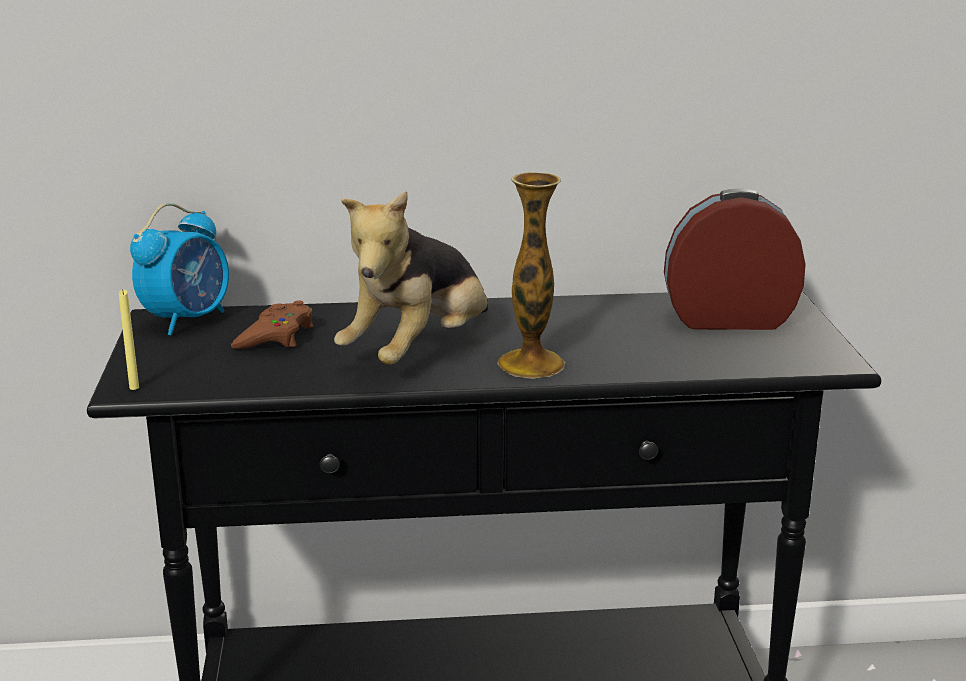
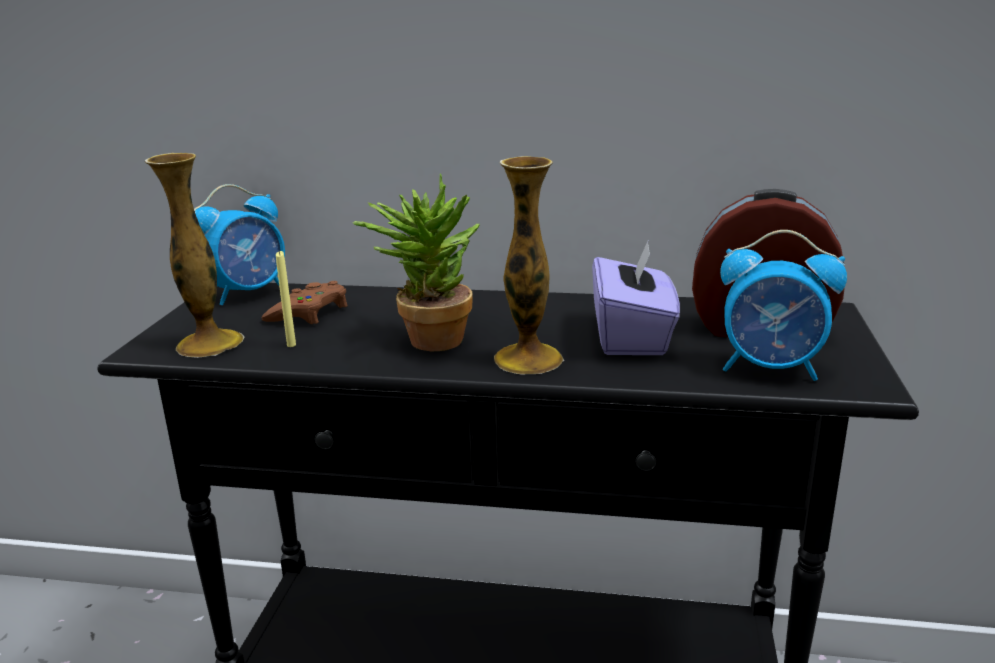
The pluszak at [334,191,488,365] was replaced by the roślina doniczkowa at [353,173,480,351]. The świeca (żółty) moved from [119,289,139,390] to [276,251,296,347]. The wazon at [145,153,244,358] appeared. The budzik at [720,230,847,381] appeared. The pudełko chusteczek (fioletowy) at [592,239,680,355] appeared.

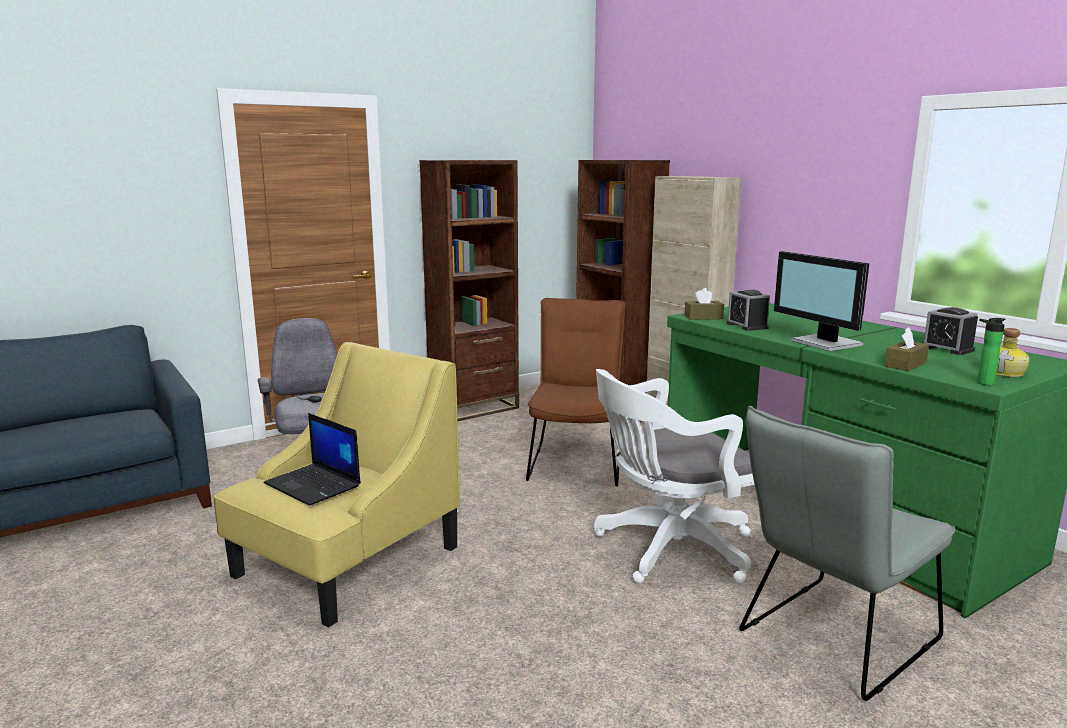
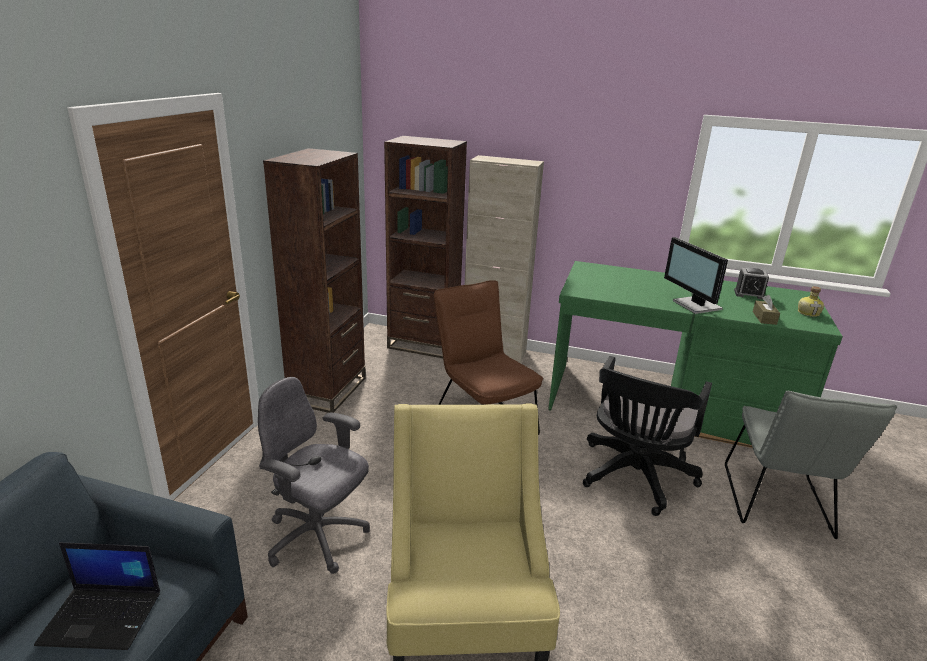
The monitor at [774,251,869,351] turned 45 degrees clockwise. The pudełko chusteczek (brązowy) at [684,288,724,320] disappeared. The budzik at [727,290,770,331] disappeared. The butelka at [977,318,1005,385] disappeared. The krzesło biurowe (biały) at [594,369,755,584] became the krzesło biurowe (czarny) at [583,356,712,516]. The laptop moved from [264,413,361,506] to [34,542,160,650].

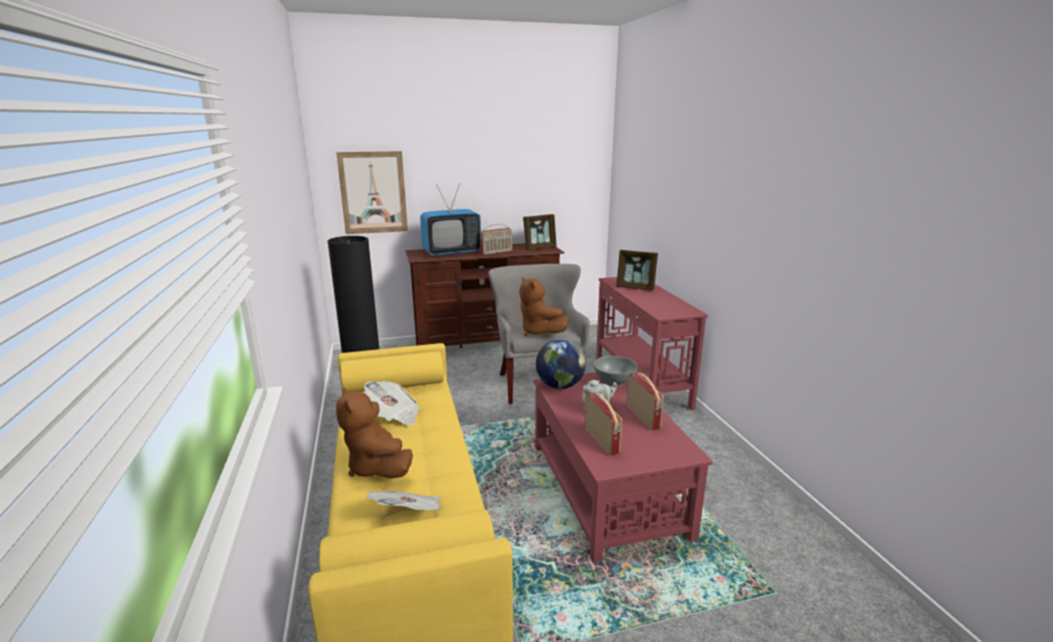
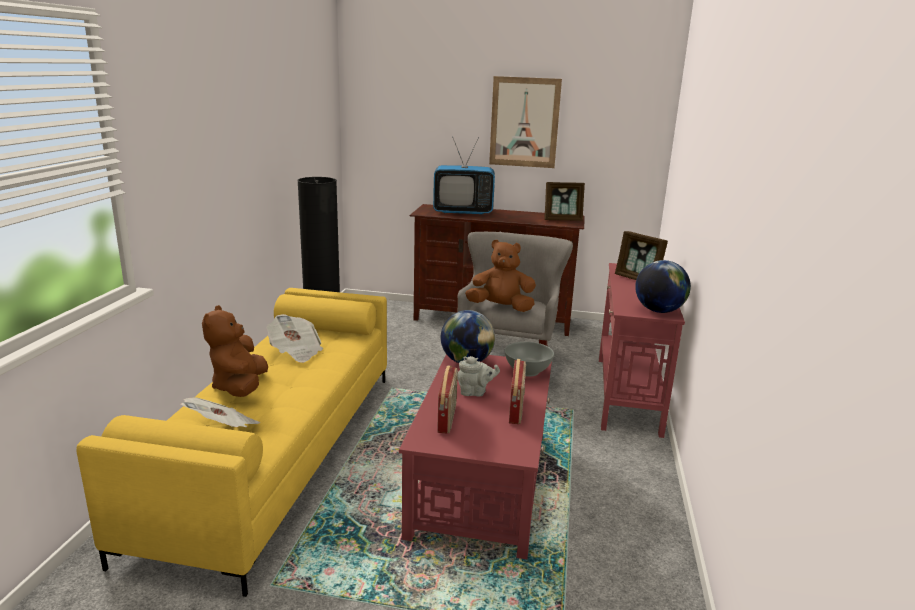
The obraz moved from [336,151,408,234] to [489,76,562,168]. The radio at [480,224,512,255] disappeared. The pluszak (brązowy) at [519,277,568,336] turned 105 degrees clockwise. The globus at [635,260,691,313] appeared.

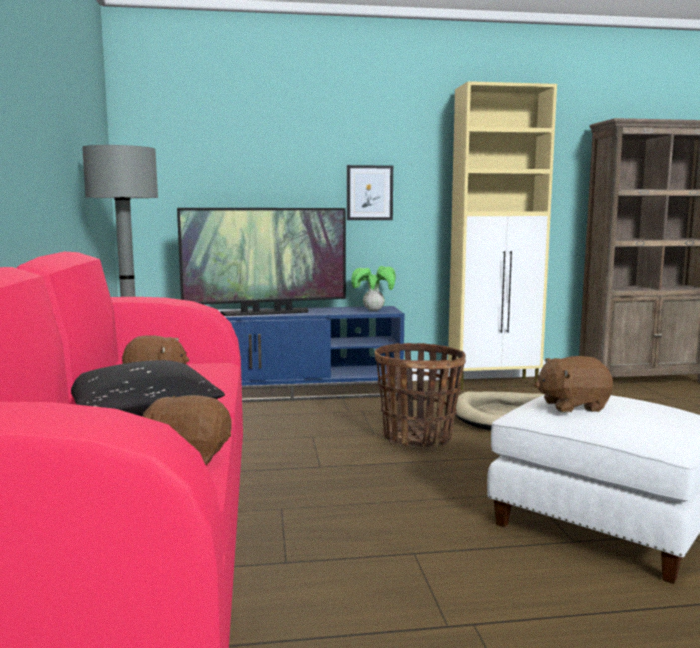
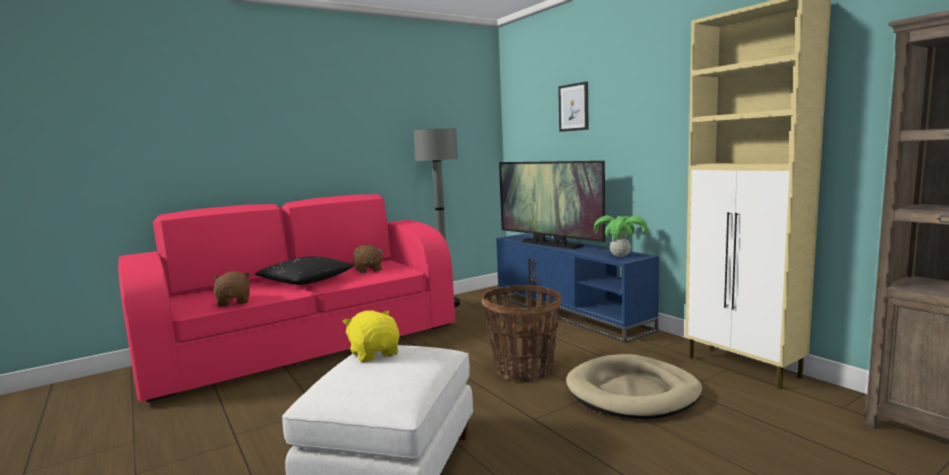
The obraz moved from [347,165,393,220] to [558,81,589,132]. The pluszak (brązowy) at [535,356,613,412] became the pluszak (żółty) at [342,310,400,362].

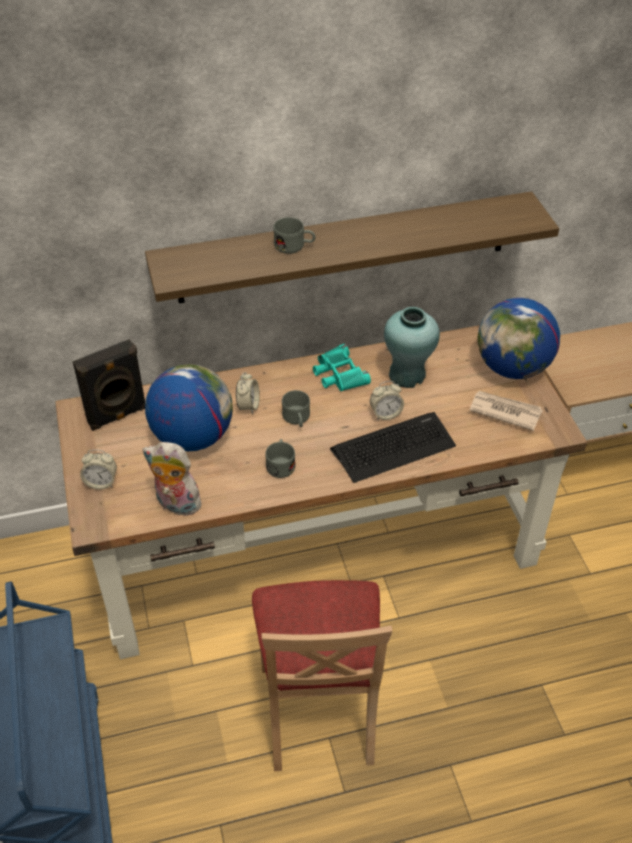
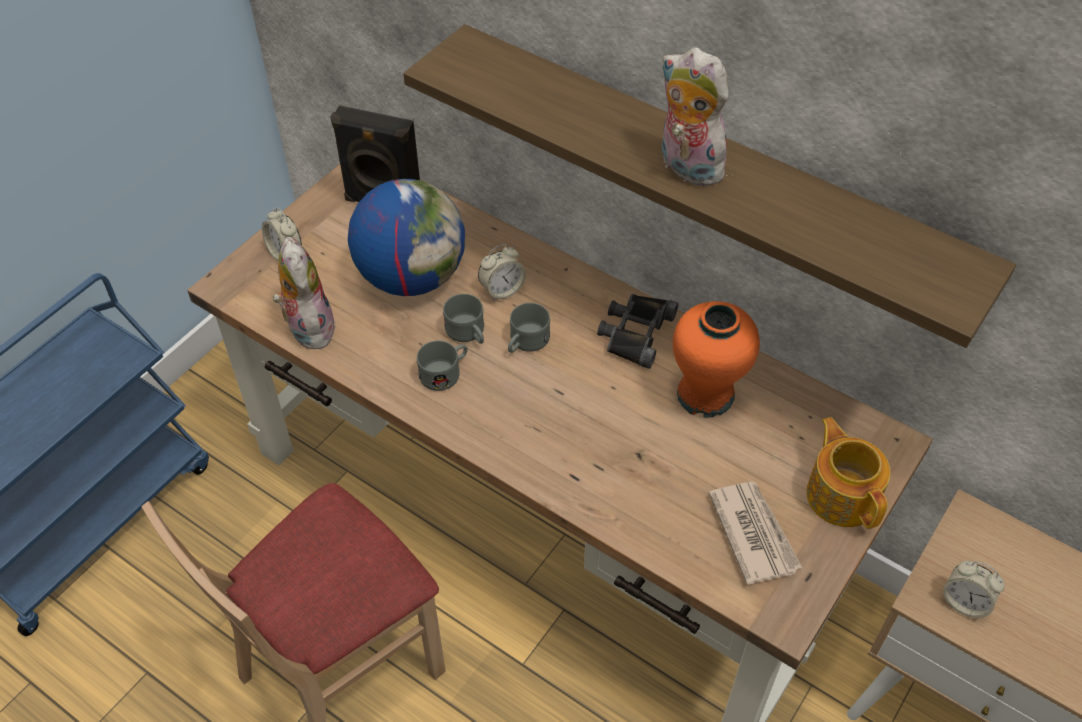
The kubek (szary) moved from [274,217,316,254] to [443,294,484,344]. The globus at [477,298,560,379] was replaced by the imbryk at [806,417,890,529]. The wazon (turkusowy) at [384,307,440,388] became the wazon (pomarańczowy) at [673,301,760,418]. The lornetka (turkusowy) at [313,344,371,391] became the lornetka (czarny) at [597,294,678,369]. The budzik moved from [370,381,404,420] to [943,561,1005,619]. The klawiatura at [330,412,456,483] disappeared. The pluszak at [662,47,730,186] appeared.

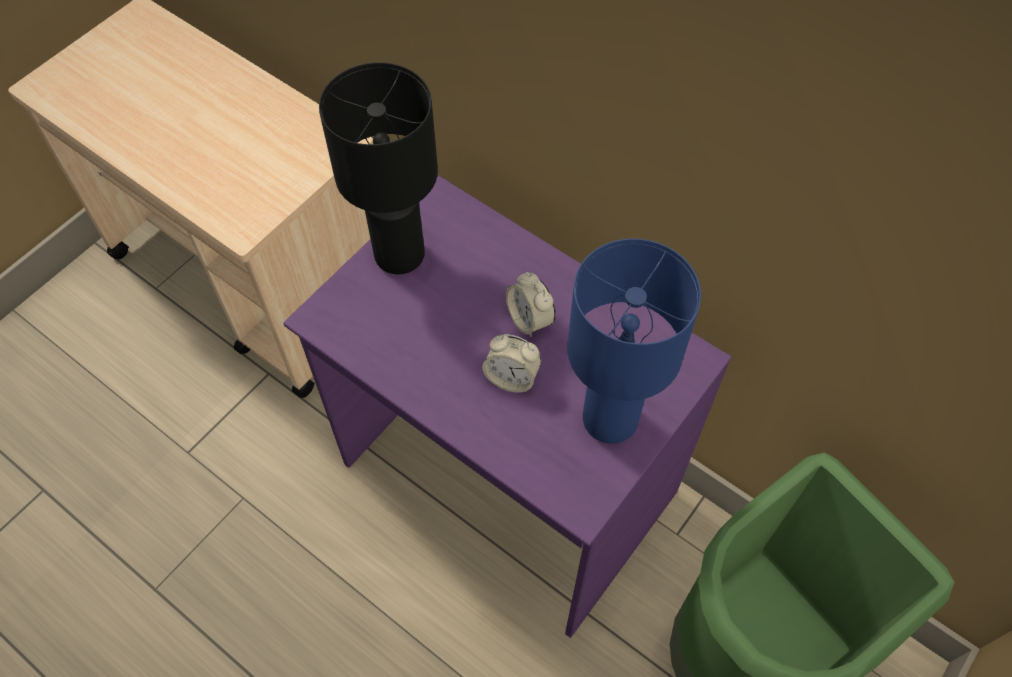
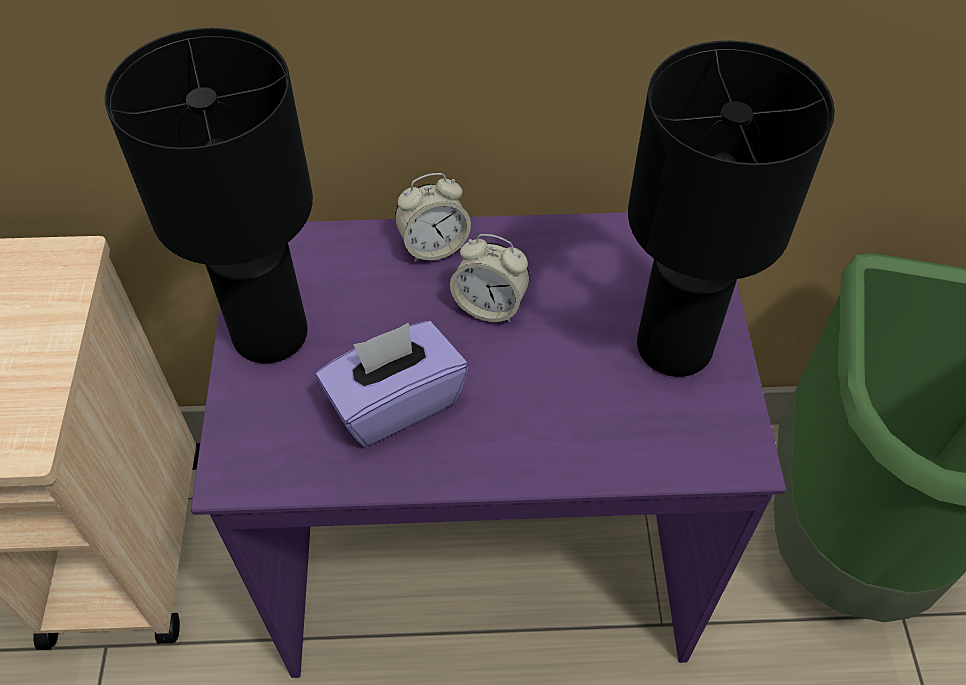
The lampa stołowa (niebieski) at [567,239,701,444] became the lampa stołowa (czarny) at [628,41,835,377]. The budzik moved from [482,334,541,393] to [395,173,471,262]. The pudełko chusteczek (fioletowy) at [316,321,468,447] appeared.

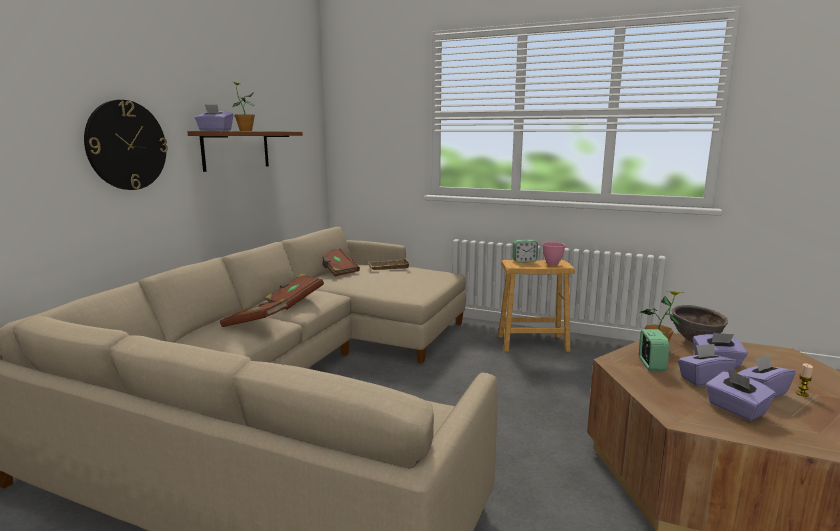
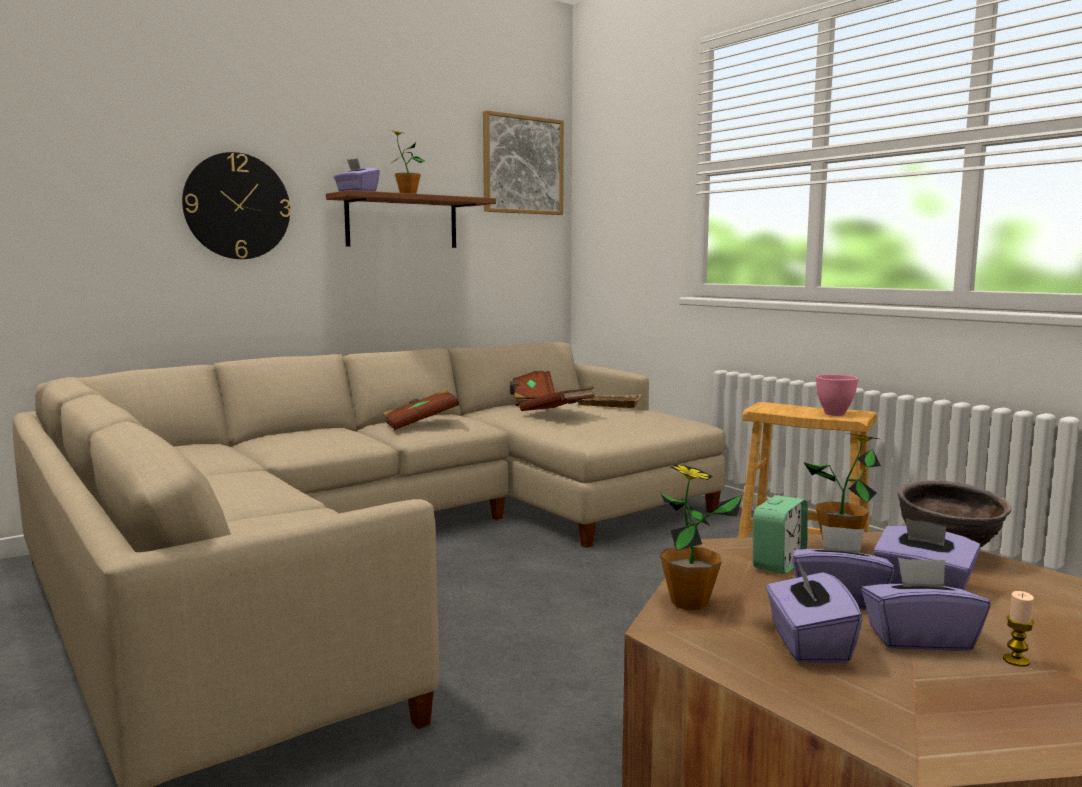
The budzik at [512,240,538,263] disappeared. The książka (brązowy) moved from [220,299,289,327] to [520,386,595,411]. The obraz at [483,110,564,215] appeared. The roślina doniczkowa at [660,464,742,610] appeared.

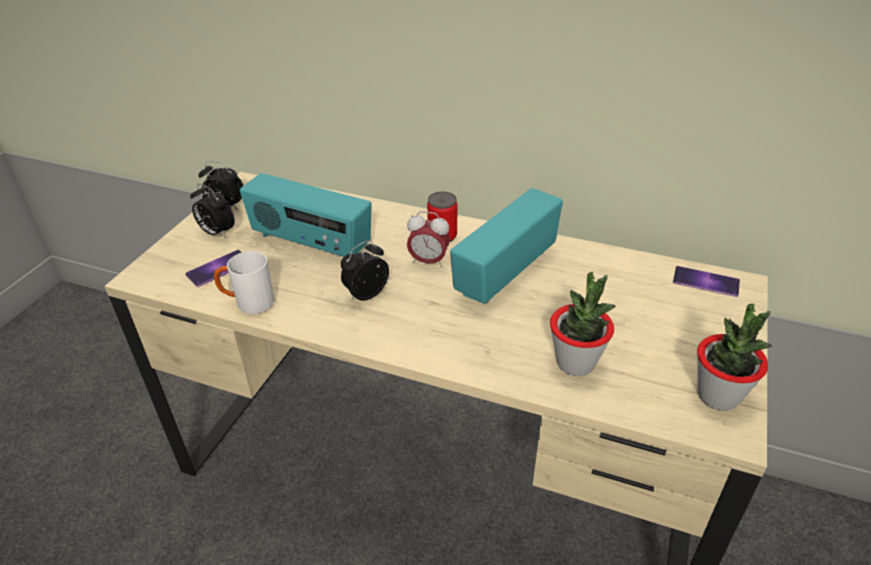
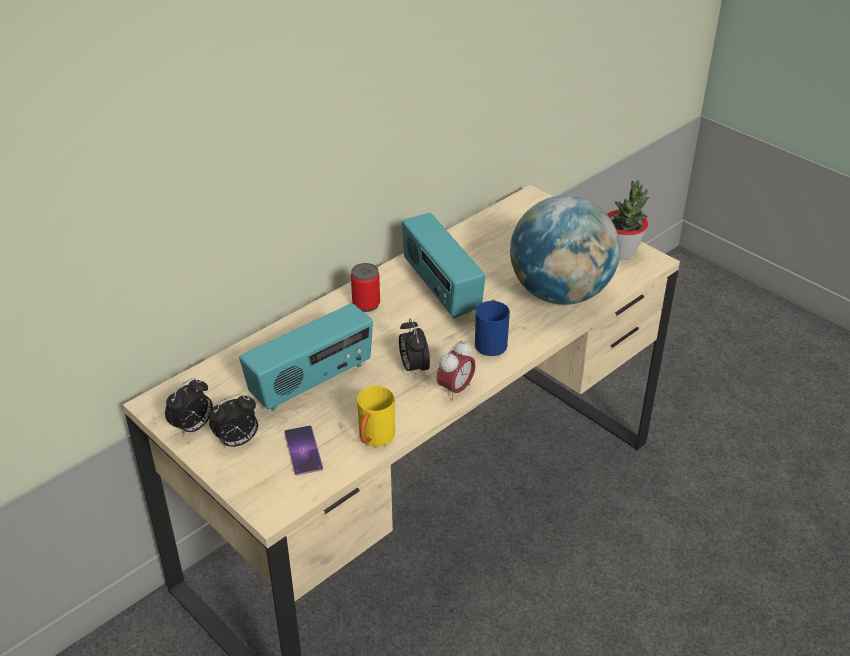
The budzik moved from [407,211,450,268] to [436,340,476,400]. The kubek (biały) at [214,251,275,314] became the kubek (żółty) at [357,386,395,447]. The telefon at [673,266,740,297] disappeared. The roślina doniczkowa at [550,272,616,376] was replaced by the globus at [510,195,620,305]. The kubek (niebieski) at [475,299,510,356] appeared.

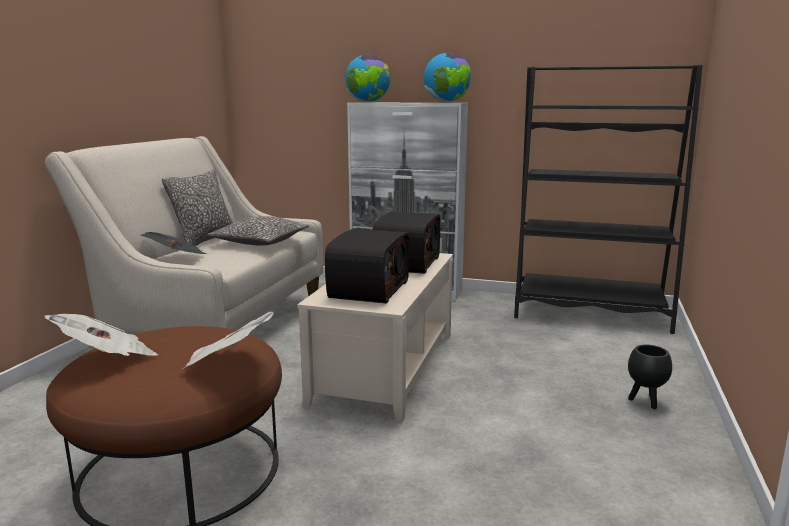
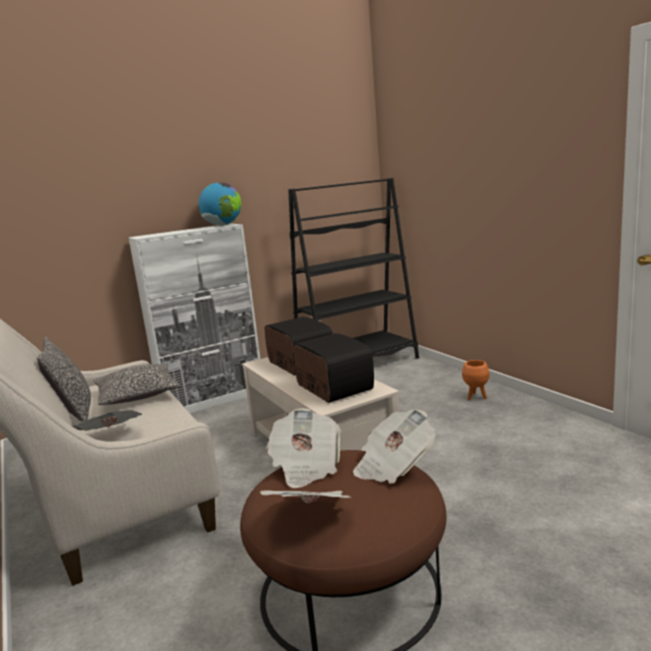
The globus at [345,54,391,102] disappeared. The donica (czarny) at [628,345,672,409] became the donica (pomarańczowy) at [462,360,490,400]. The gazeta at [266,408,341,488] appeared.

